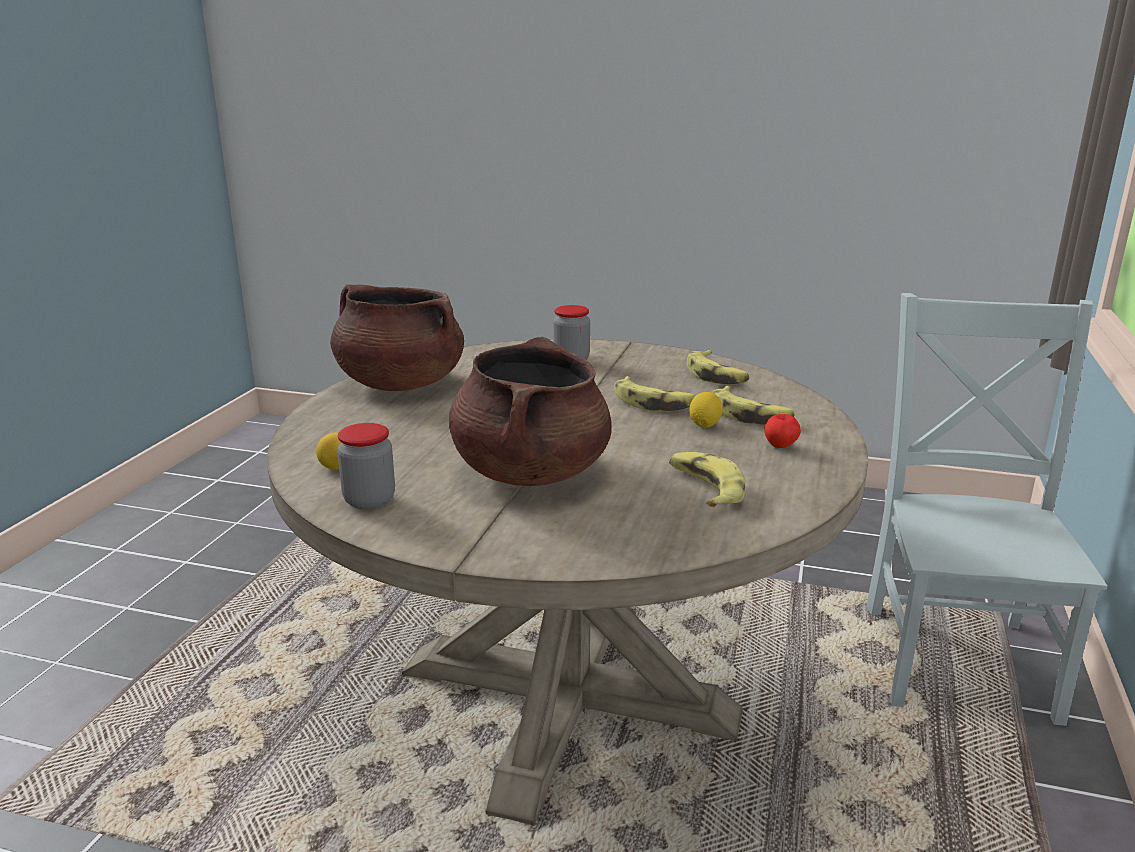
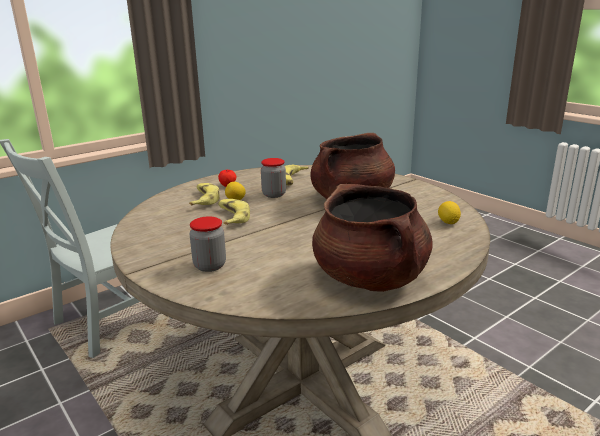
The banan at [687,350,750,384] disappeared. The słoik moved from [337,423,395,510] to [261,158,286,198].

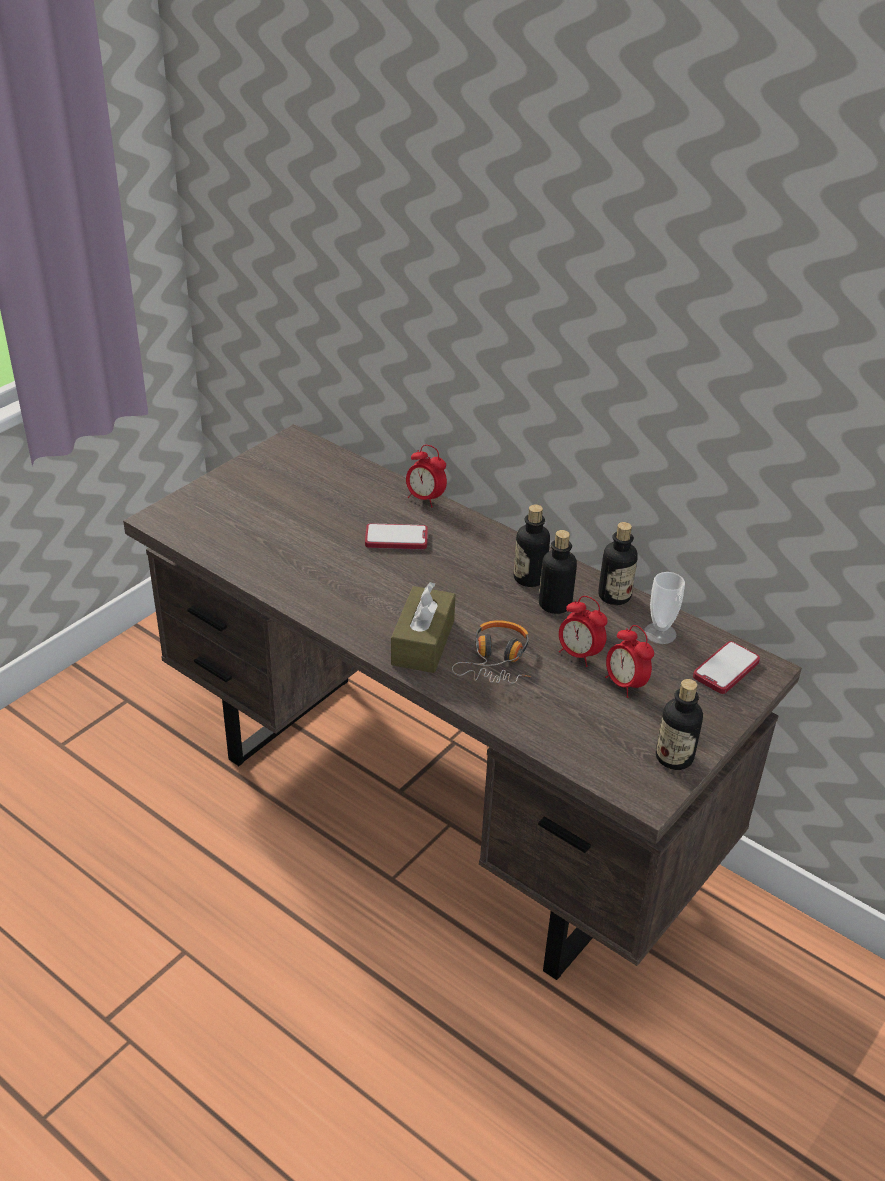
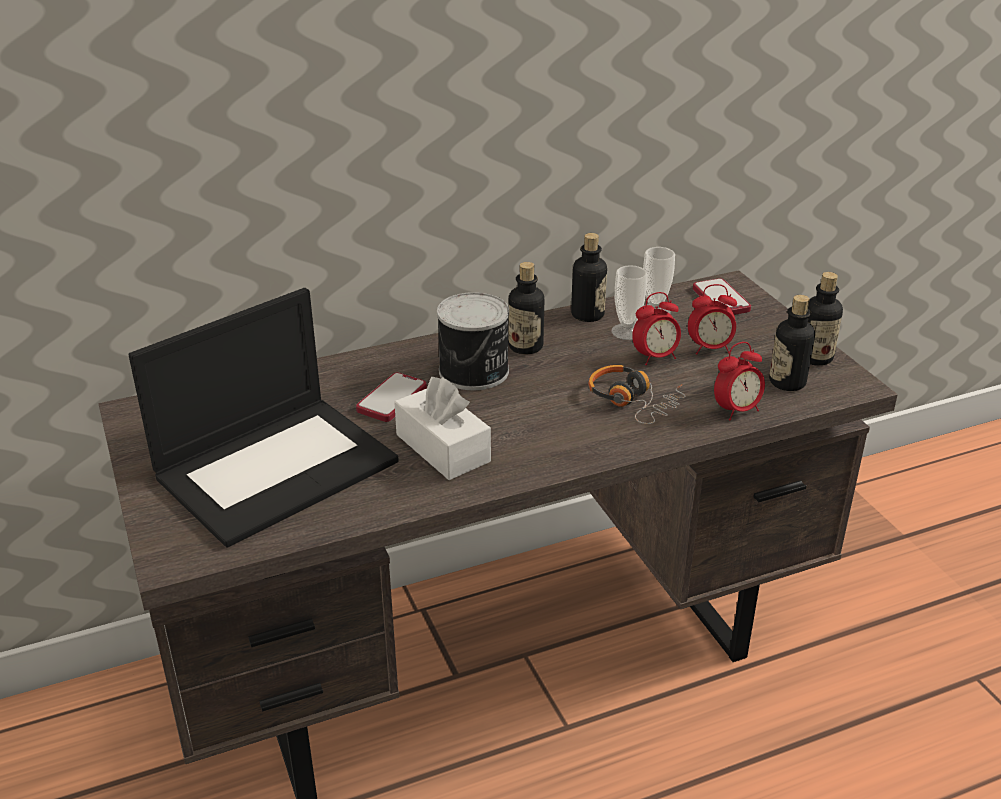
The budzik moved from [406,445,447,508] to [714,342,765,420]. The butelka moved from [539,530,577,614] to [769,295,815,391]. The pudełko chusteczek (brązowy) at [391,582,455,673] disappeared. The filiżanka at [611,265,647,340] appeared. The laptop at [128,288,399,548] appeared. The puszka at [437,292,509,390] appeared. The pudełko chusteczek (biały) at [394,377,491,480] appeared.

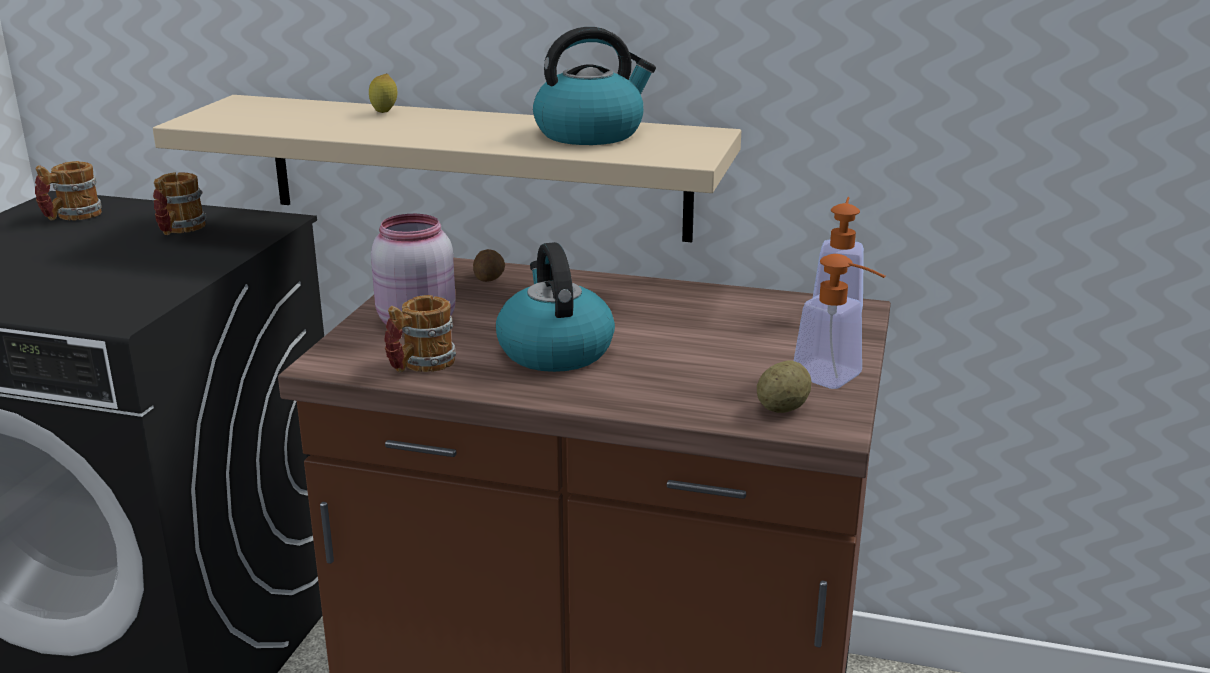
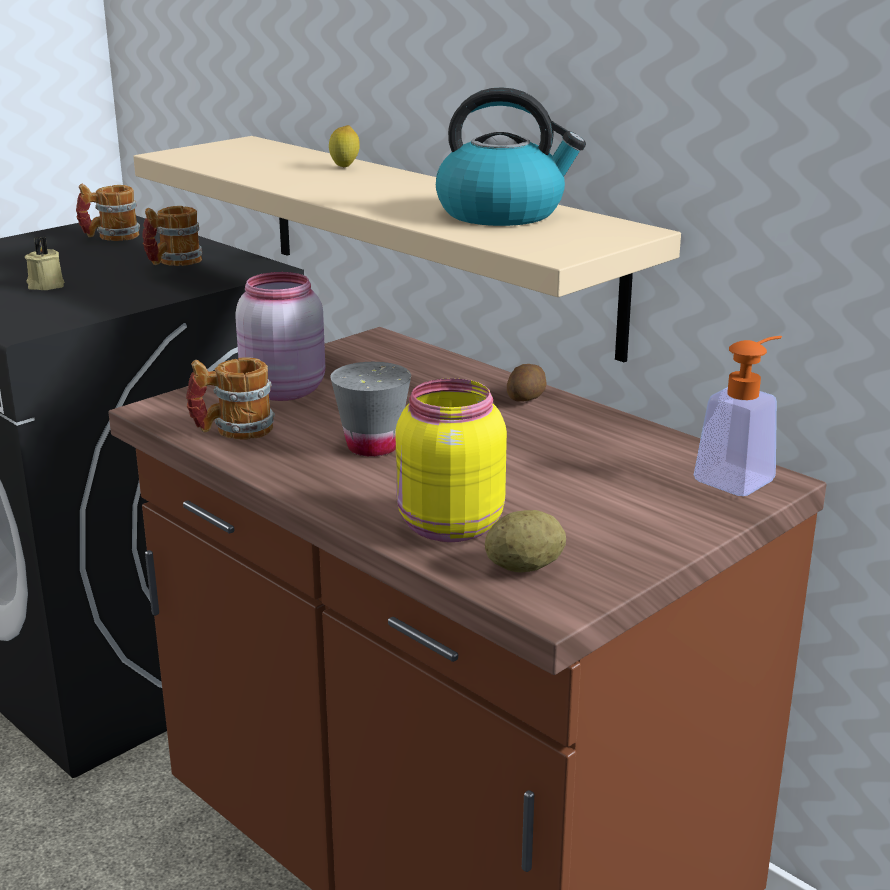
The czajnik at [496,242,615,372] was replaced by the filiżanka (szary) at [330,362,411,457]. The ziemniak moved from [473,249,505,282] to [507,364,547,402]. The dozownik mydła at [794,254,885,389] disappeared. The świeca (beżowy) at [25,237,65,290] appeared. The słoik (żółty) at [396,378,507,542] appeared.

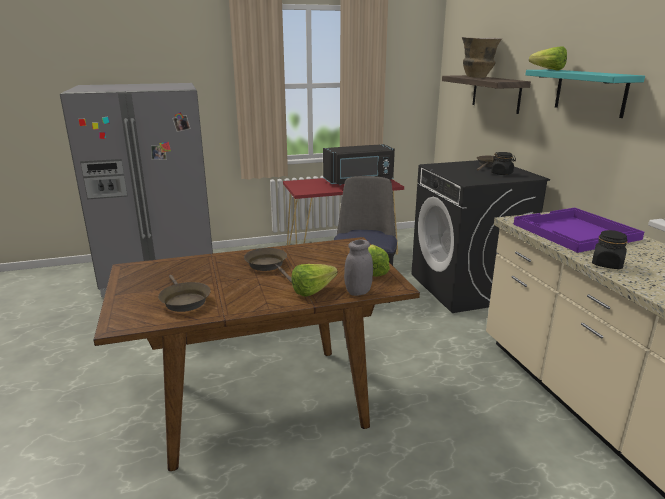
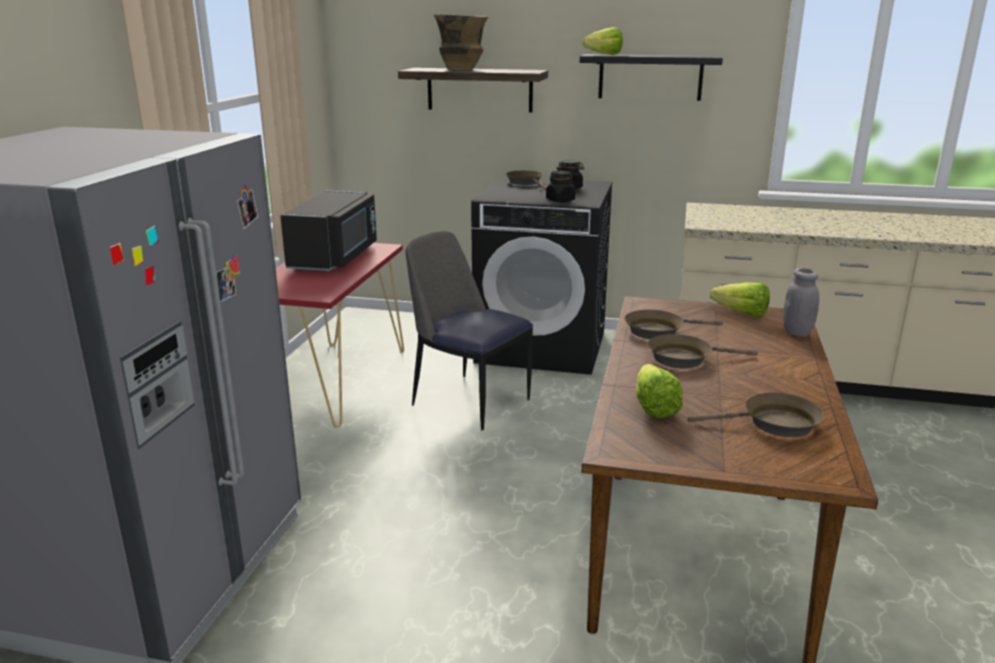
The półka (turkusowy) at [525,69,645,118] became the półka (czarny) at [580,54,723,101]. The taca (fioletowy) at [513,208,644,253] disappeared. The słoik (czarny) moved from [592,230,627,269] to [546,171,575,202]. The sałata moved from [291,264,337,297] to [636,364,683,418]. The patelnia (brązowy) at [624,310,723,339] appeared.

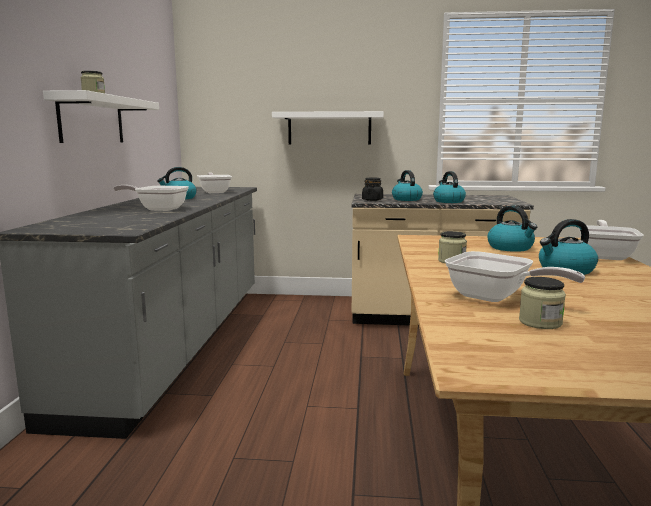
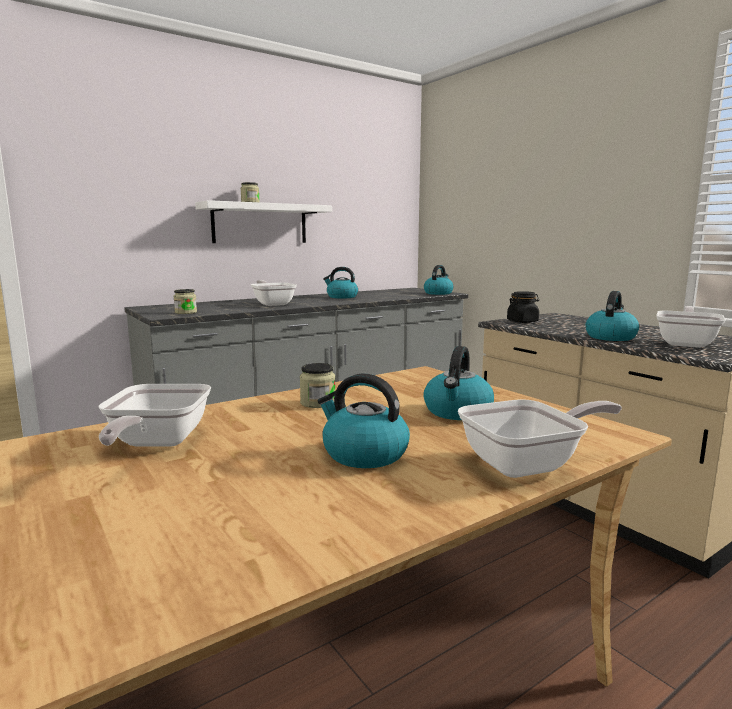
The półka (biały) at [272,111,384,145] disappeared. The czajnik moved from [392,170,423,201] to [424,265,454,295]. The patelnia moved from [197,172,232,193] to [656,306,726,348]. The słoik moved from [519,277,566,329] to [173,289,197,314].

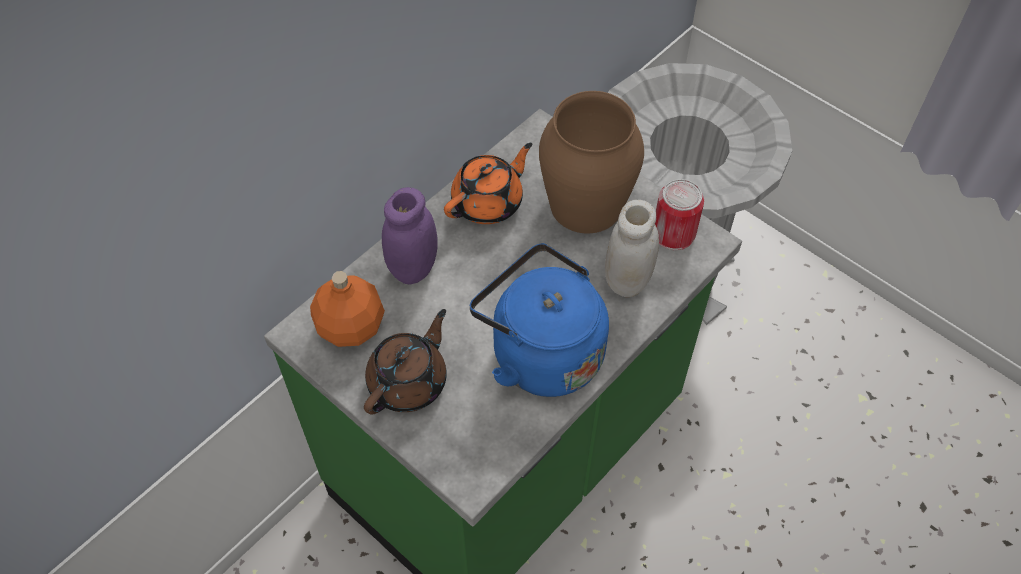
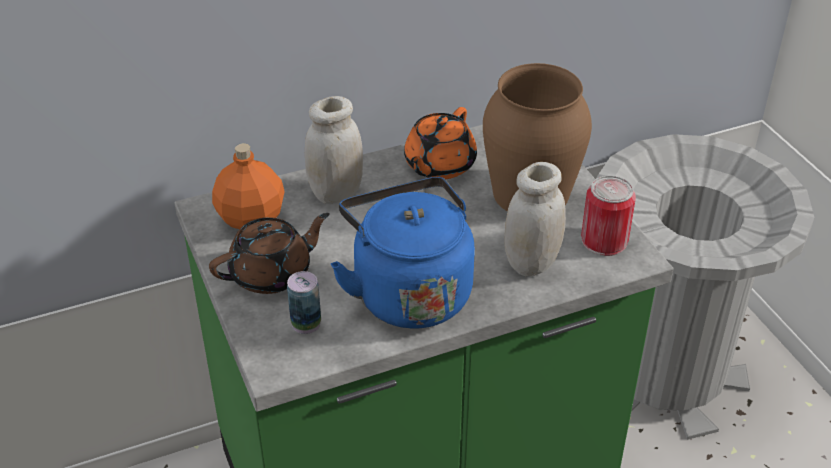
The imbryk (pomarańczowy) at [444,143,532,224] turned 135 degrees clockwise. The słoik (fioletowy) at [382,187,438,285] became the słoik (biały) at [305,96,363,204]. The puszka at [287,271,321,334] appeared.

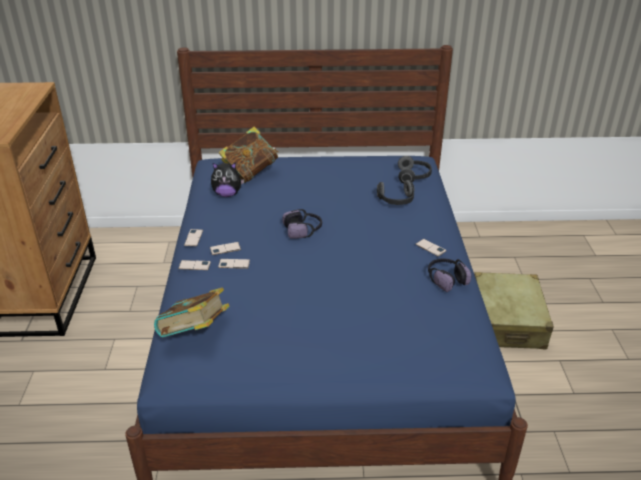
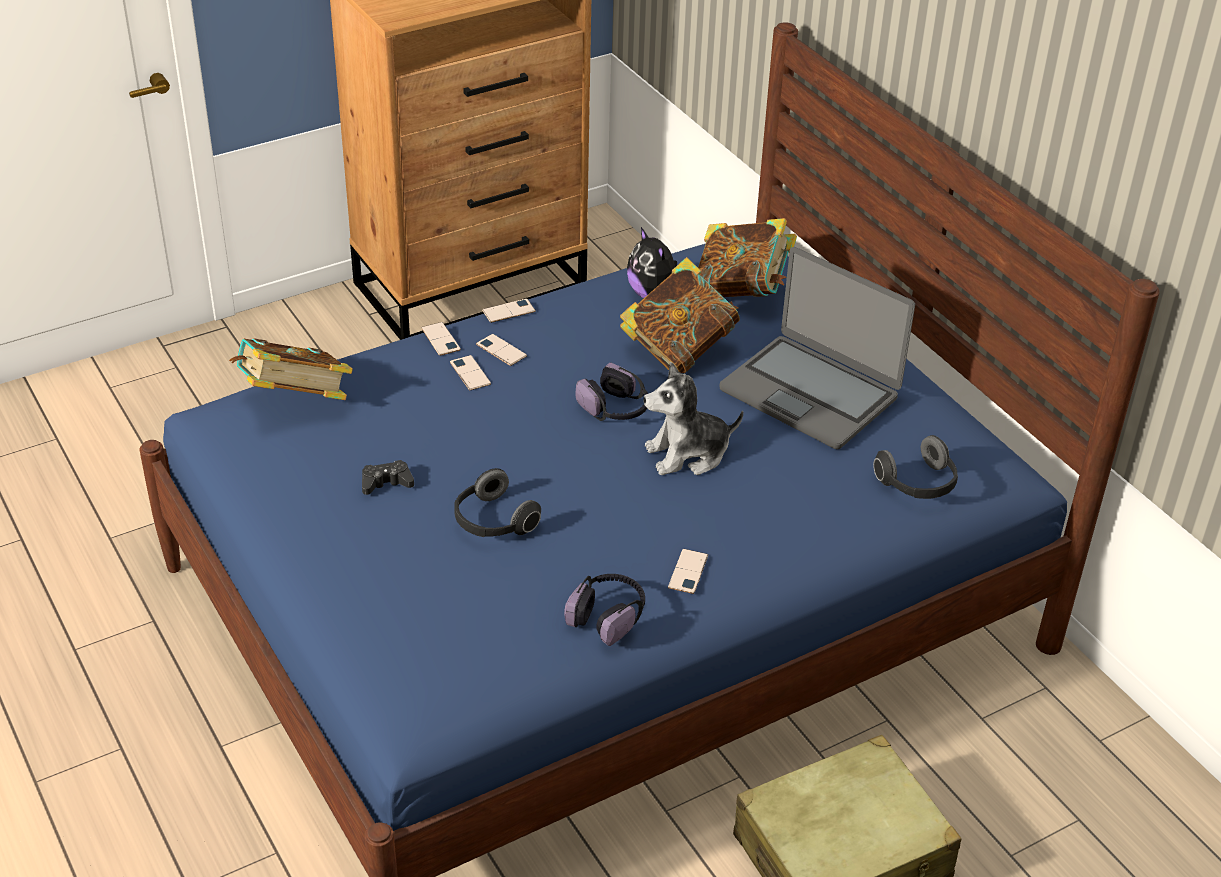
The słuchawki moved from [377,180,414,205] to [454,468,541,537]. The laptop at [719,247,915,449] appeared. The książka at [620,257,740,373] appeared. The pluszak at [643,362,743,475] appeared. The pad do gier (czarny) at [362,460,414,495] appeared.

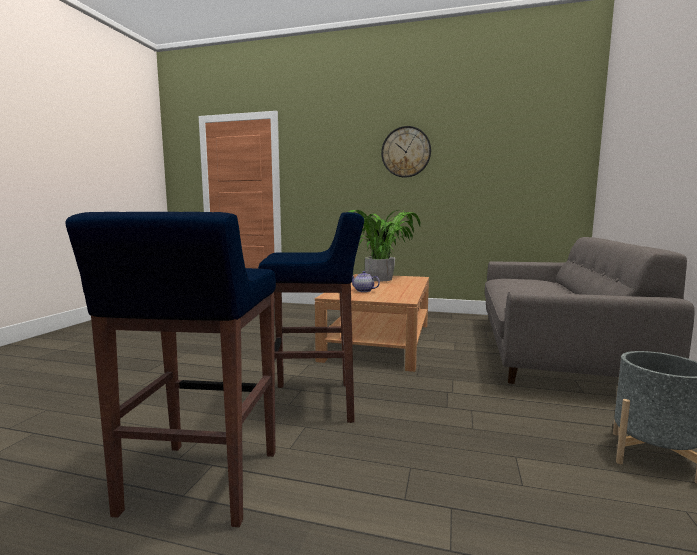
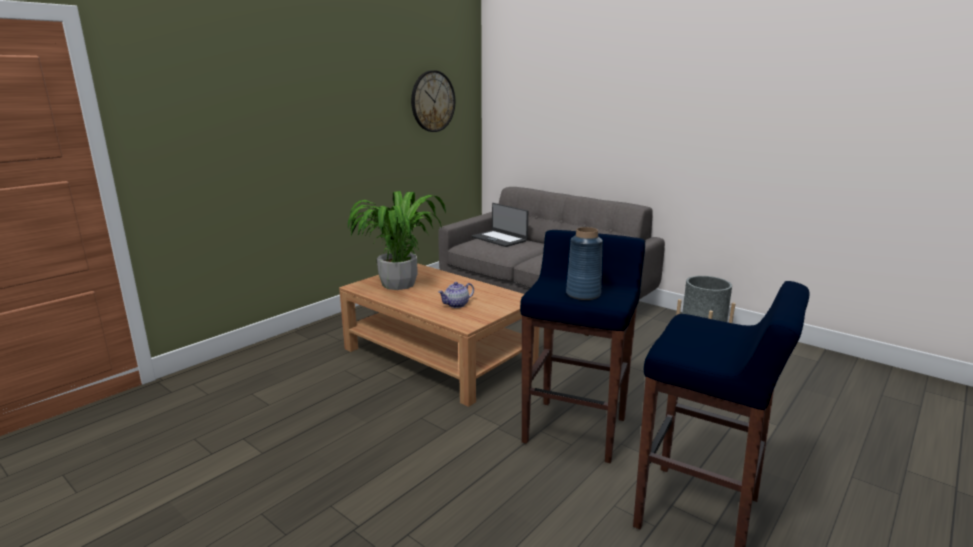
The zegar ścienny moved from [381,126,431,178] to [411,70,455,132]. The laptop at [472,203,528,247] appeared. The wazon (niebieski) at [566,227,603,300] appeared.

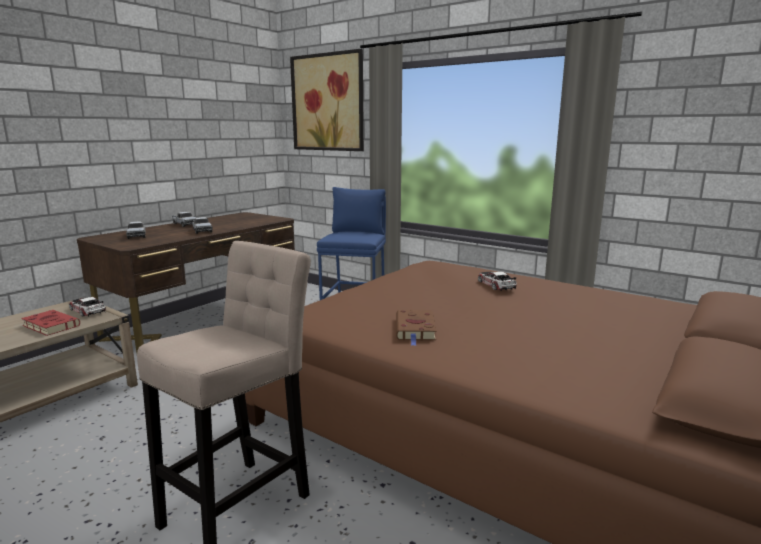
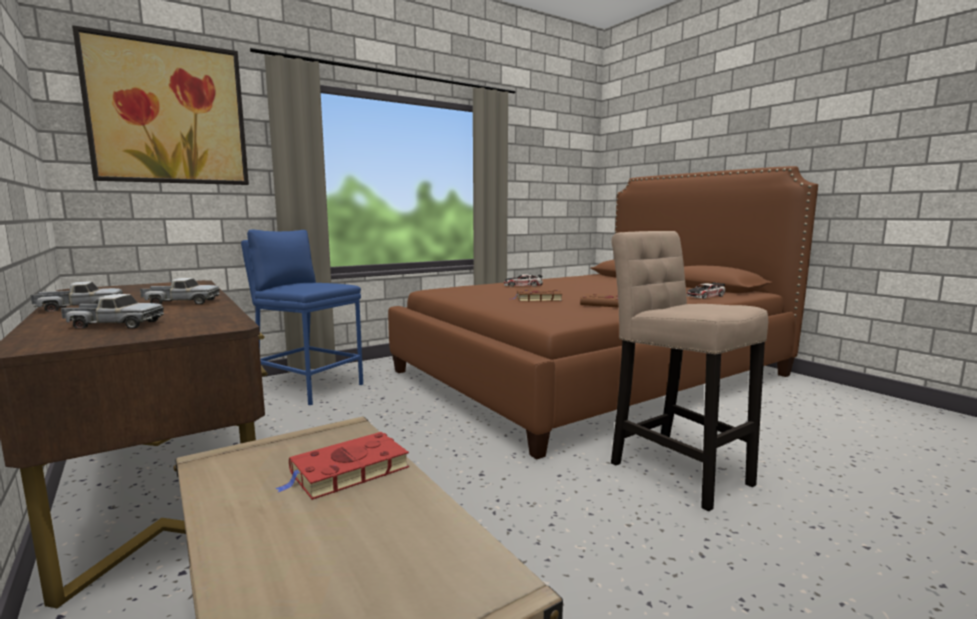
The samochodzik moved from [69,297,106,317] to [686,283,725,299]. The książka (brązowy) at [512,290,562,301] appeared.

